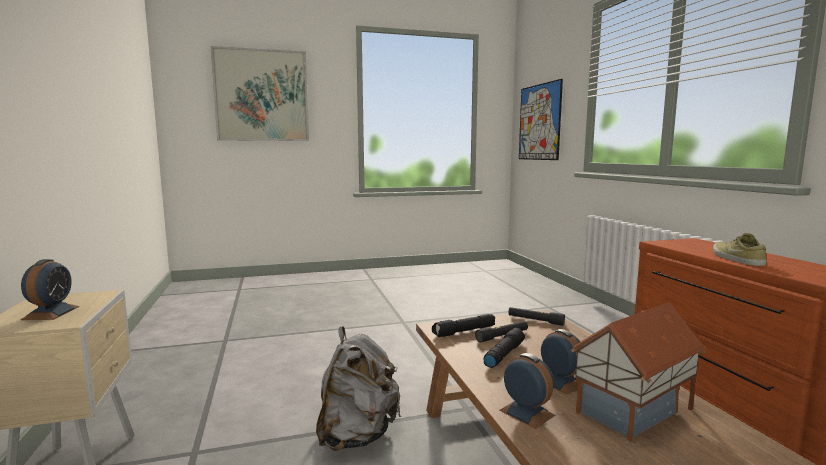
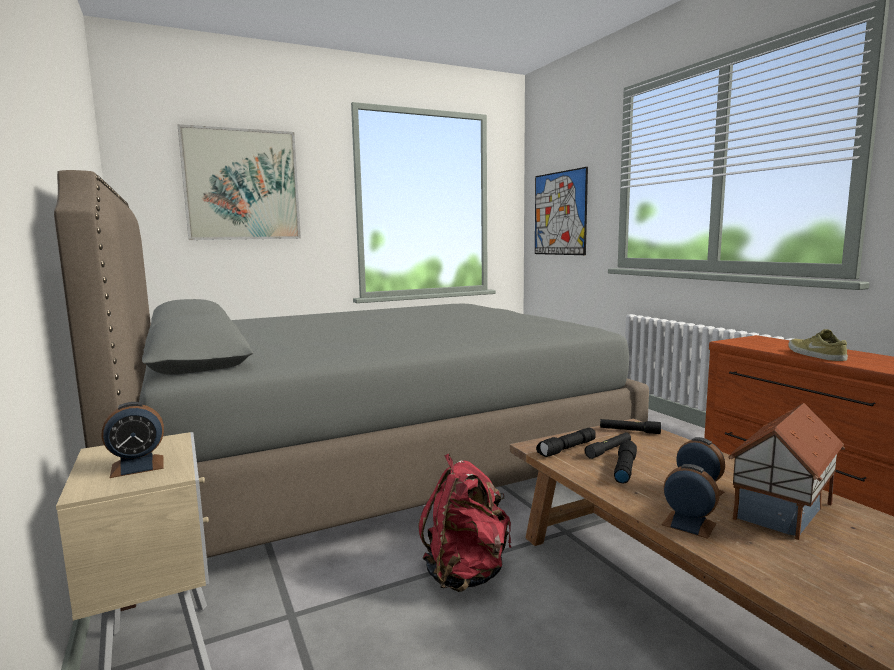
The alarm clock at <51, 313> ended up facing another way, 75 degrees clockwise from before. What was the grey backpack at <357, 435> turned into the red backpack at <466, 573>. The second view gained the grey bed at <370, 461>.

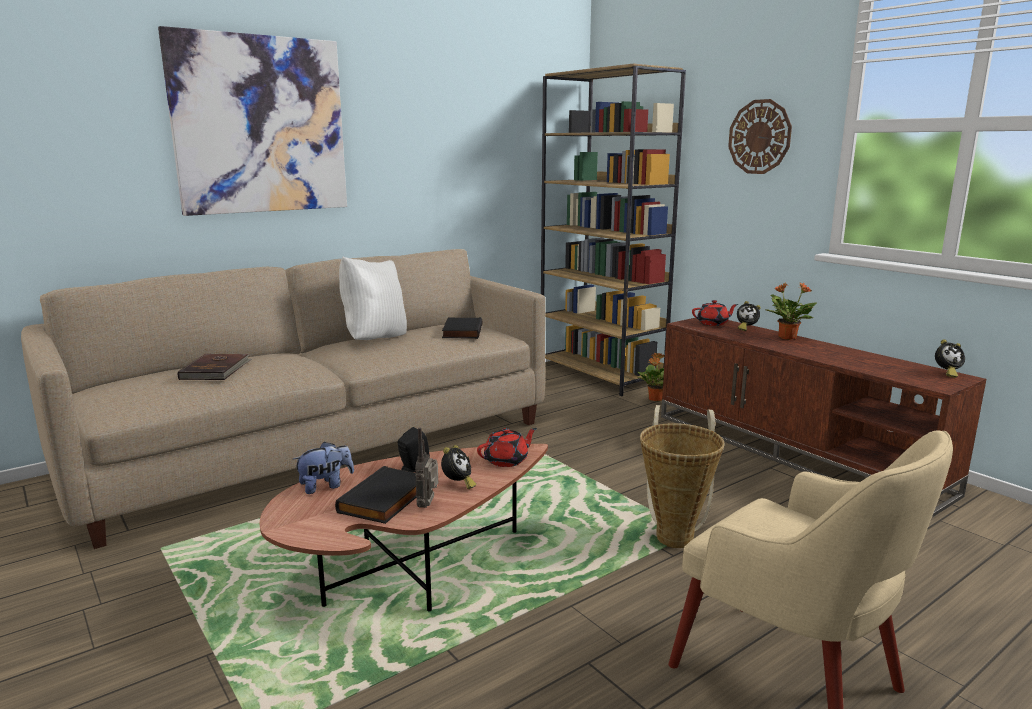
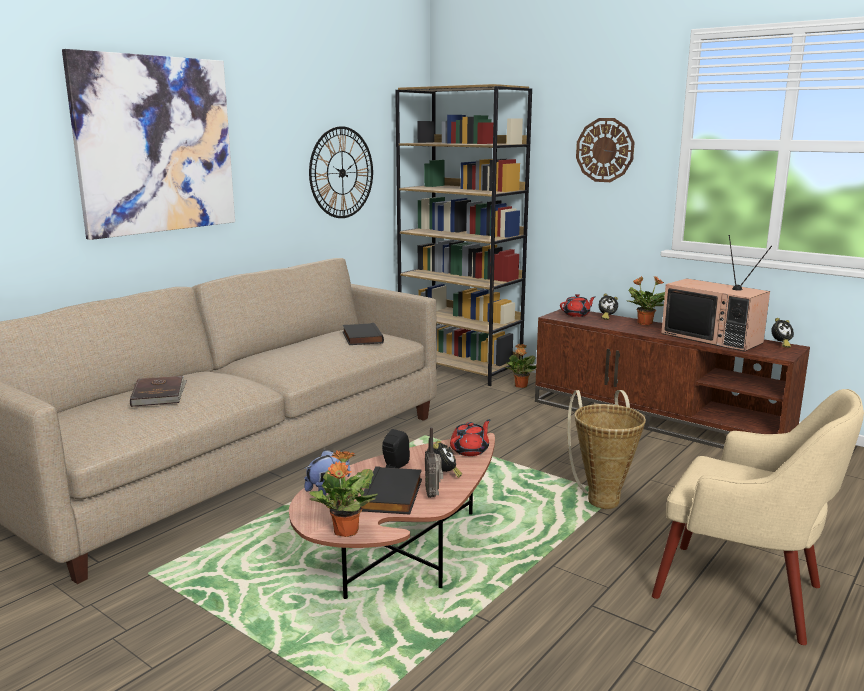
The second view lost the white pillow at <374, 339>. The second view gained the wall clock at <342, 173>. The second view gained the television at <713, 338>. The second view gained the potted plant at <345, 532>.

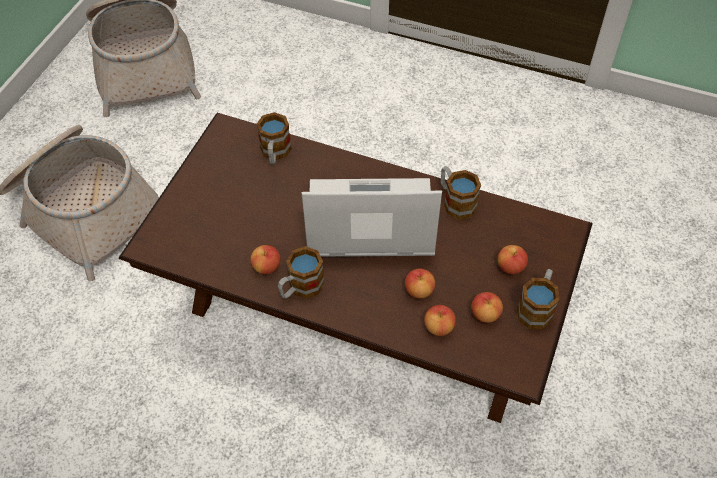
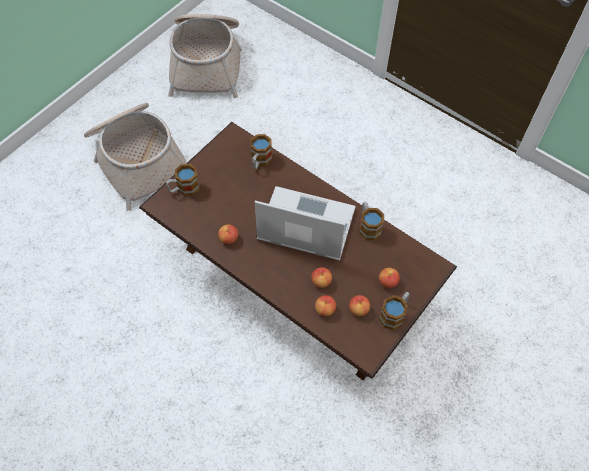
The mug ended up elsewhere, having gone from <300, 288> to <184, 189>.

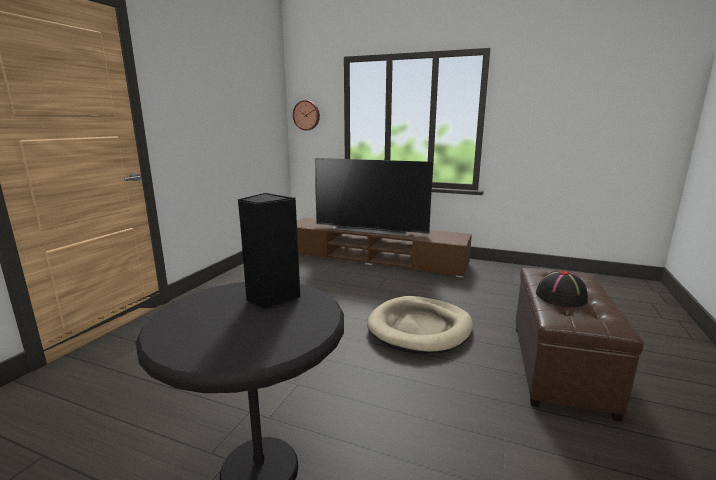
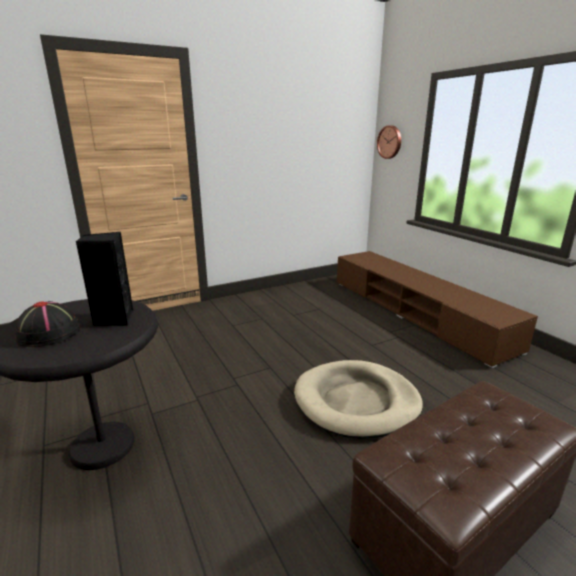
The second view lost the television at <371, 229>. The black hat ended up elsewhere, having gone from <561, 297> to <50, 333>.

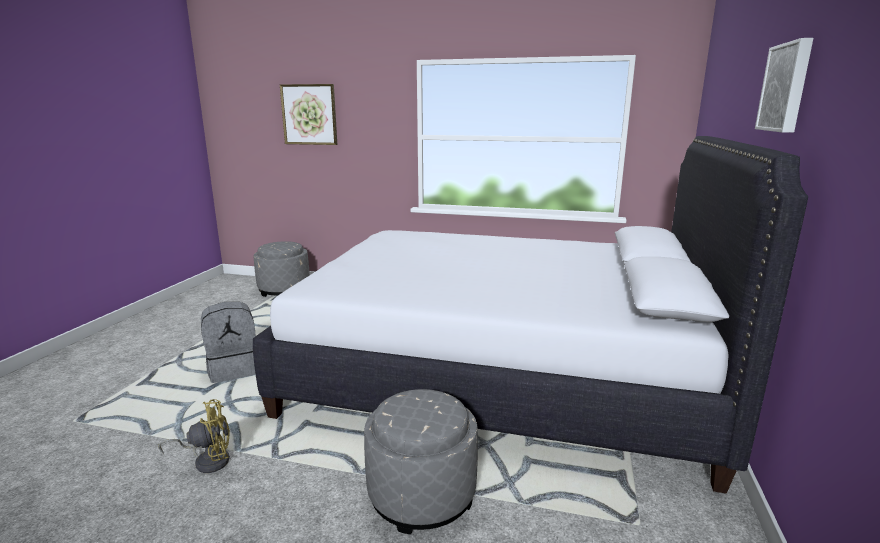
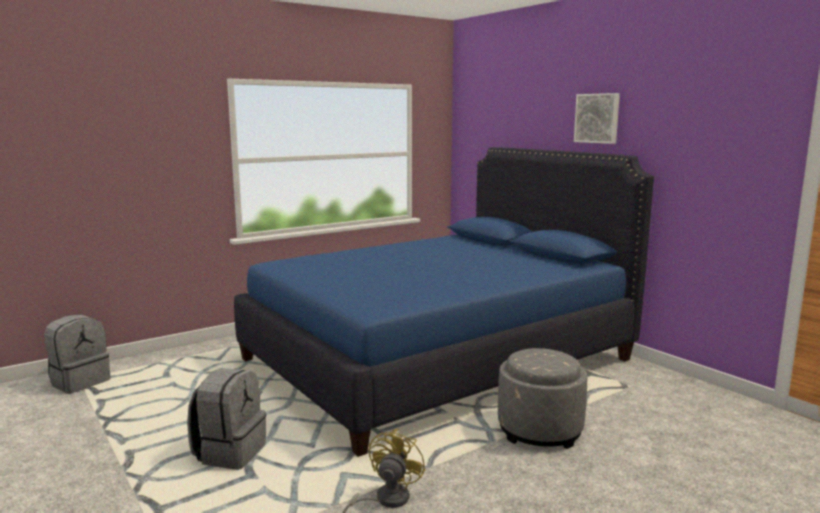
The second view lost the picture at <309, 114>. What was the white bed at <499, 373> turned into the blue bed at <437, 359>. Where the grey ottoman stood at <284, 289>, the grey backpack came to stand at <80, 382>.

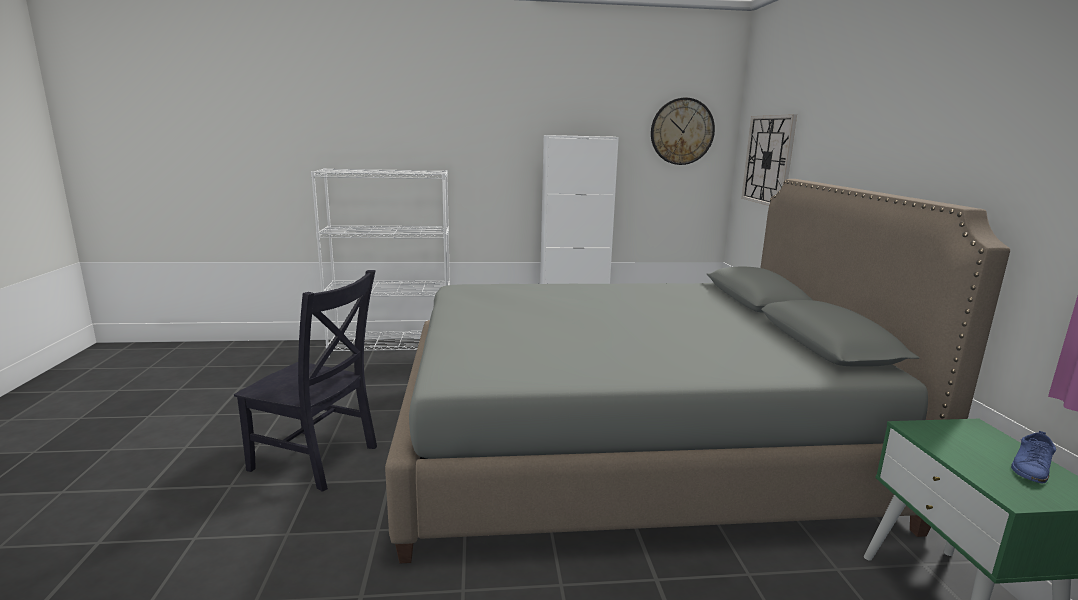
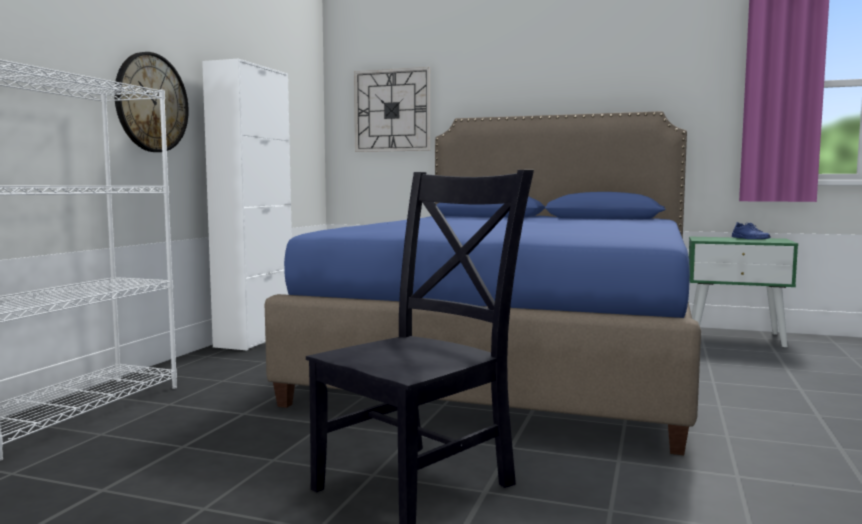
The wall clock ended up elsewhere, having gone from <682, 131> to <151, 103>. What was the grey bed at <628, 447> turned into the blue bed at <518, 358>.

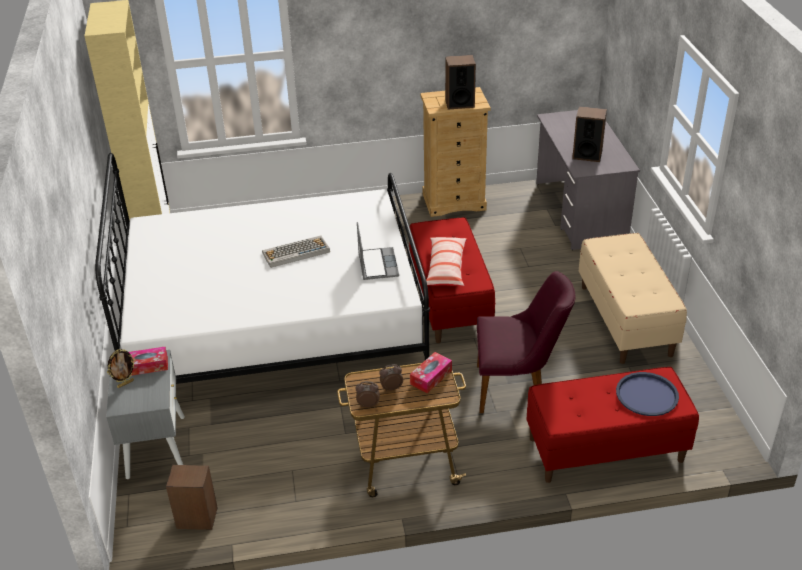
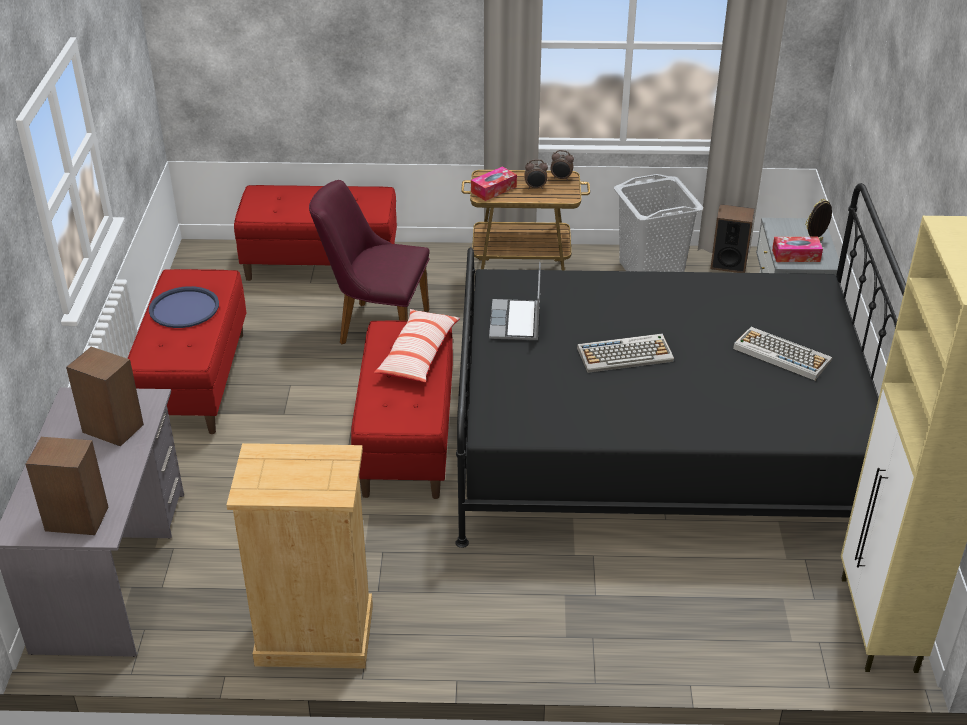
The speaker ended up elsewhere, having gone from <459, 103> to <77, 519>. What was the white bed at <275, 324> turned into the black bed at <657, 443>. What was the beige bench at <626, 320> turned into the red bench at <194, 381>. The blue tray ended up elsewhere, having gone from <646, 395> to <184, 308>. The second view gained the grey laundry basket at <651, 269>. The second view gained the keyboard at <781, 354>.

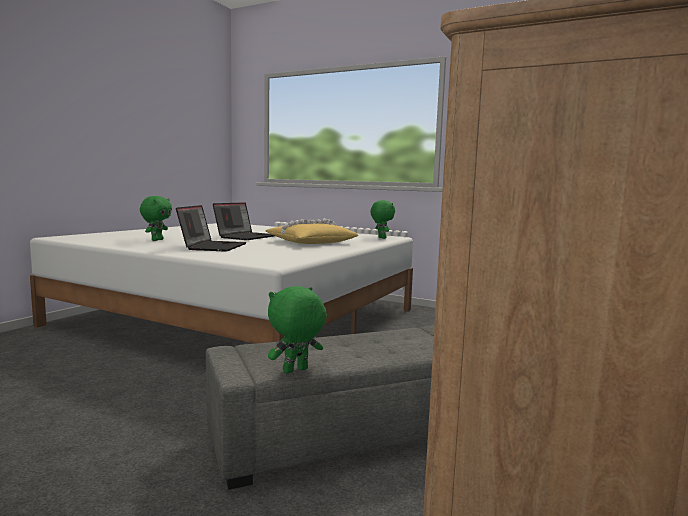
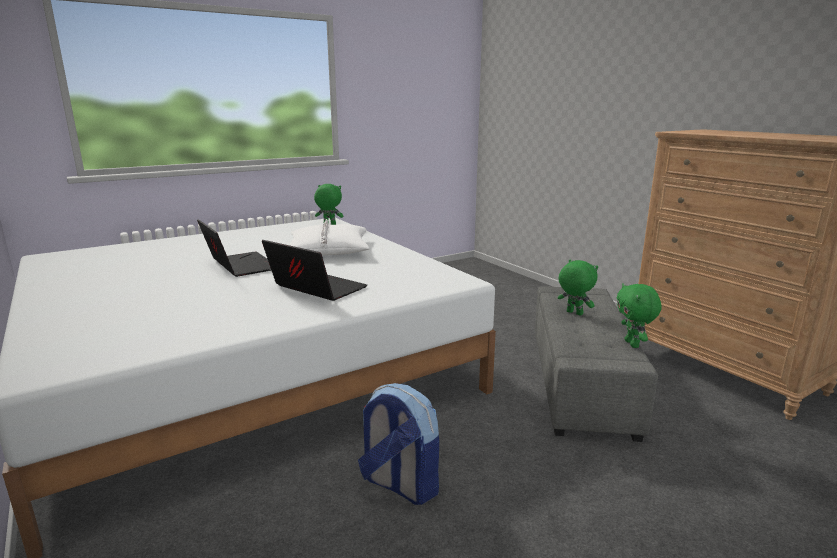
The green plush toy ended up elsewhere, having gone from <157, 240> to <573, 313>. What was the yellow pillow at <310, 242> turned into the white pillow at <328, 250>. The second view gained the backpack at <399, 485>.

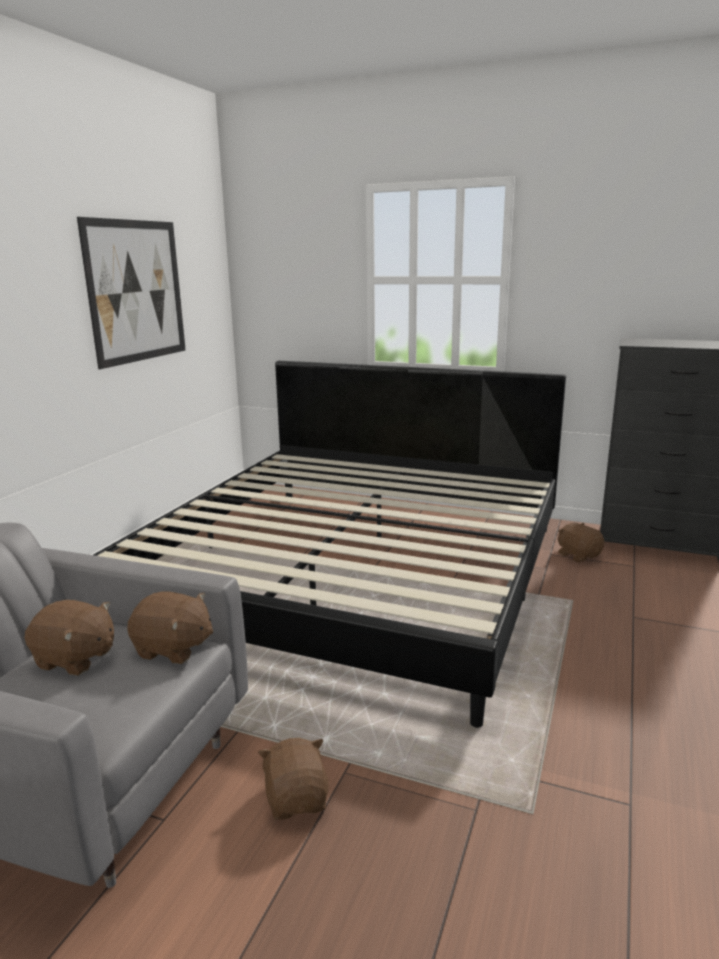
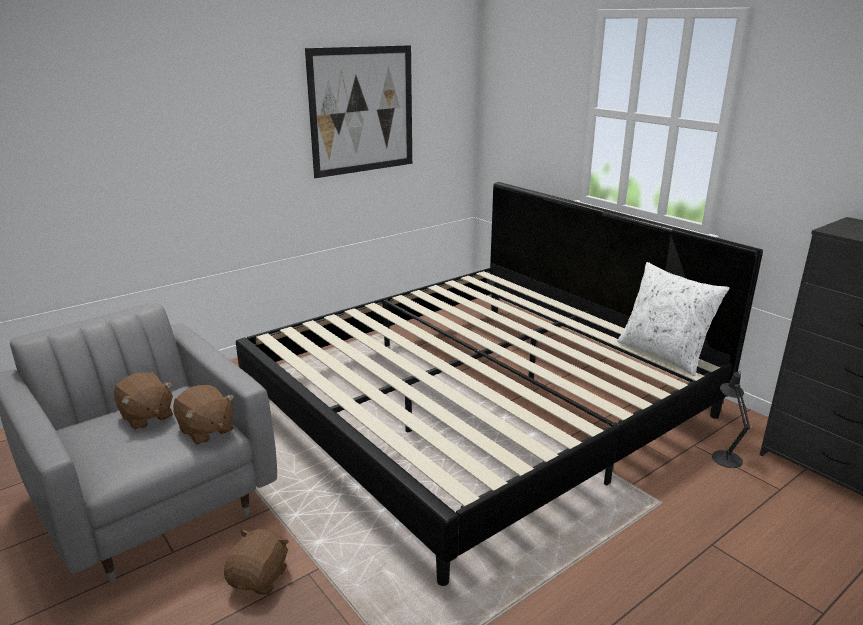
Where the brown plush toy stood at <578, 555>, the black table lamp came to stand at <725, 456>. The second view gained the white pillow at <663, 354>.

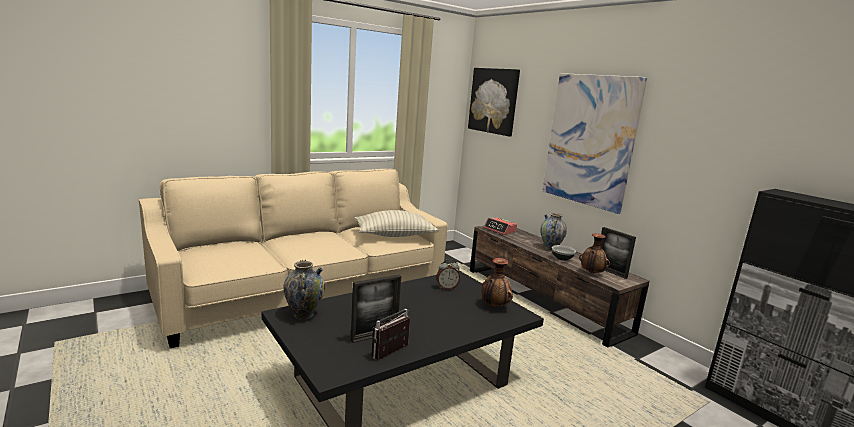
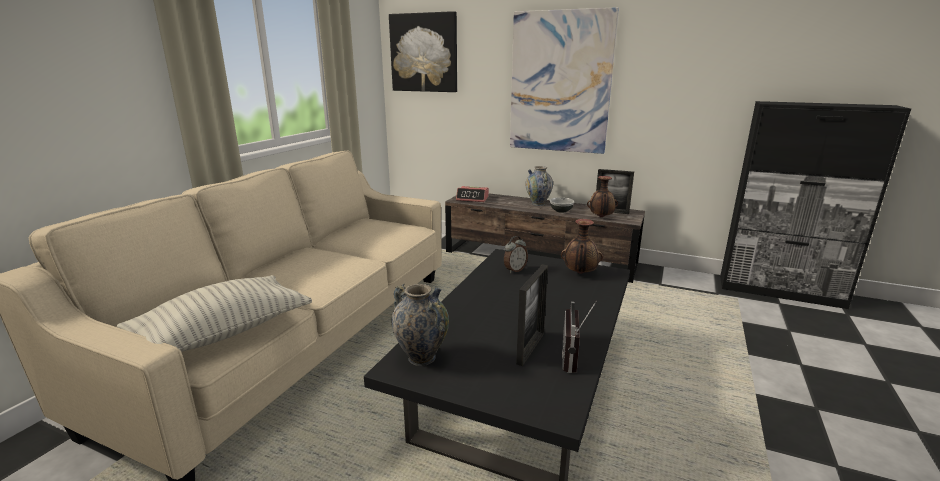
The pillow ended up elsewhere, having gone from <394, 235> to <223, 333>.

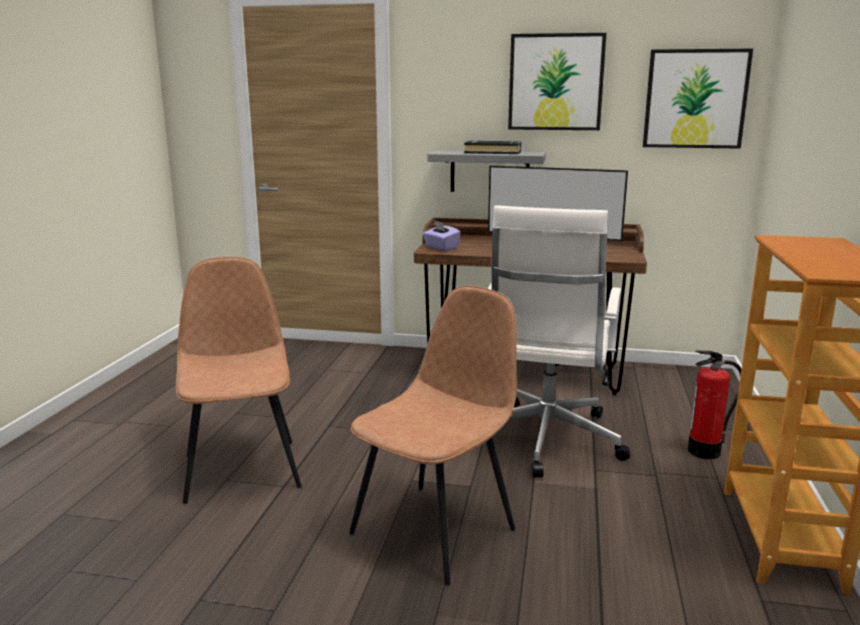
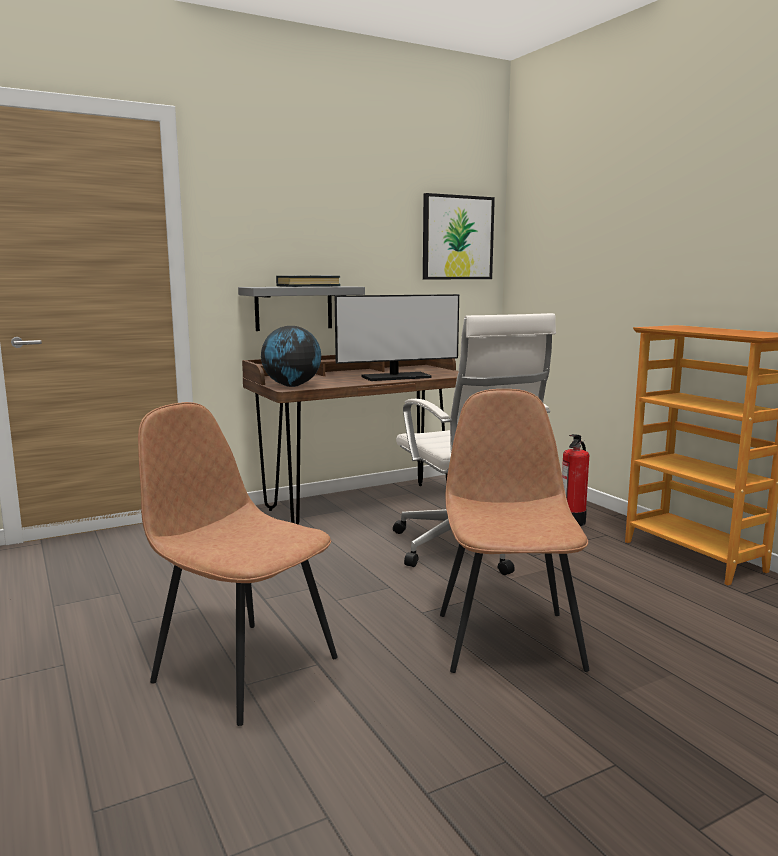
The second view lost the picture at <556, 82>. Where the purple tissue box stood at <441, 248>, the globe came to stand at <292, 385>.

